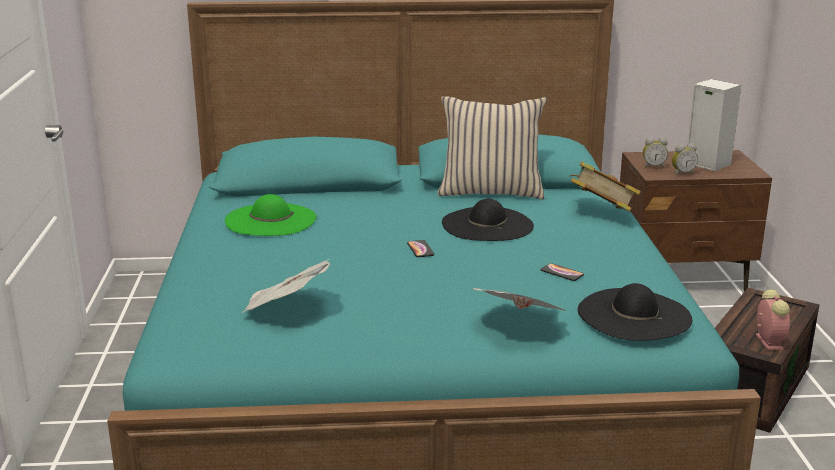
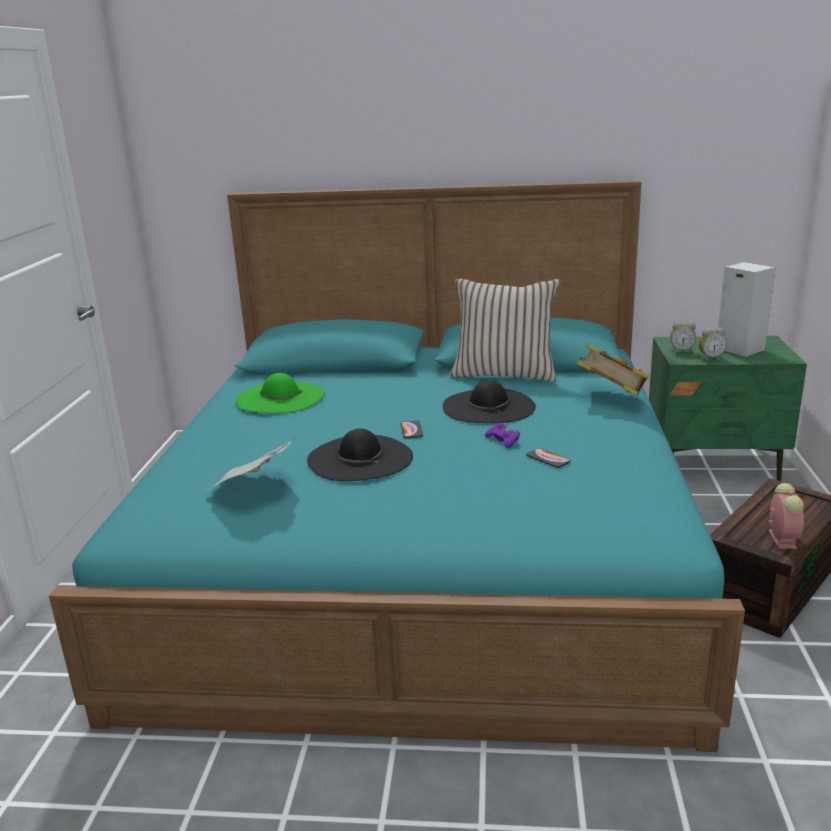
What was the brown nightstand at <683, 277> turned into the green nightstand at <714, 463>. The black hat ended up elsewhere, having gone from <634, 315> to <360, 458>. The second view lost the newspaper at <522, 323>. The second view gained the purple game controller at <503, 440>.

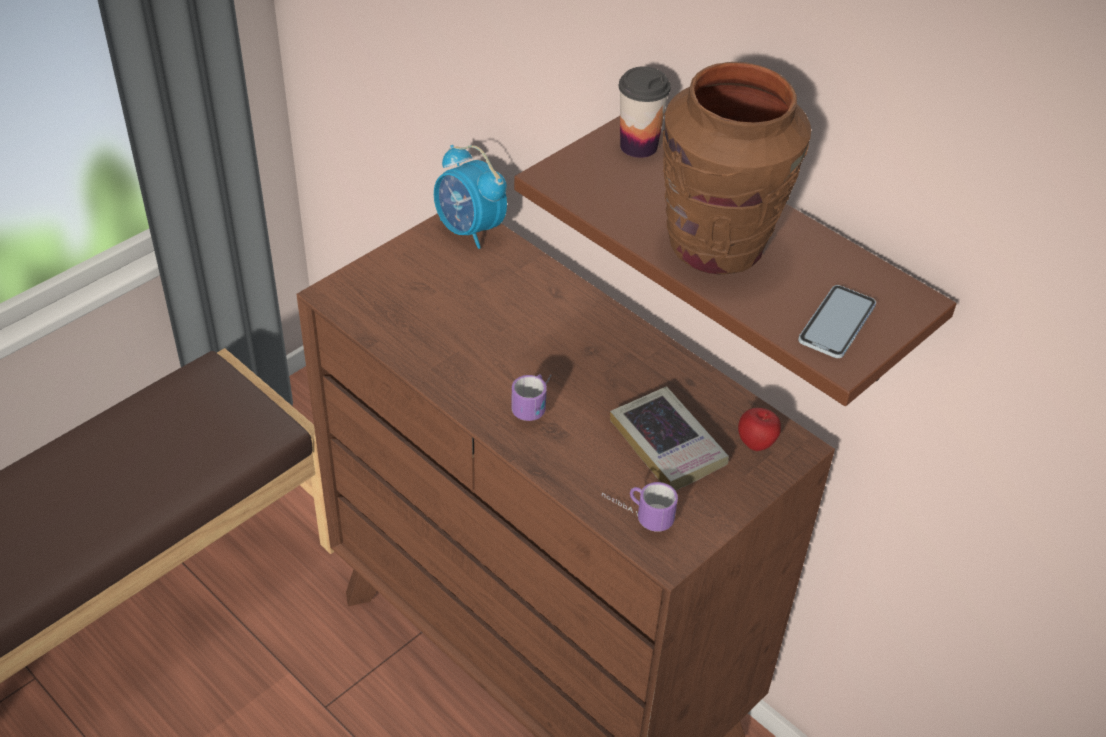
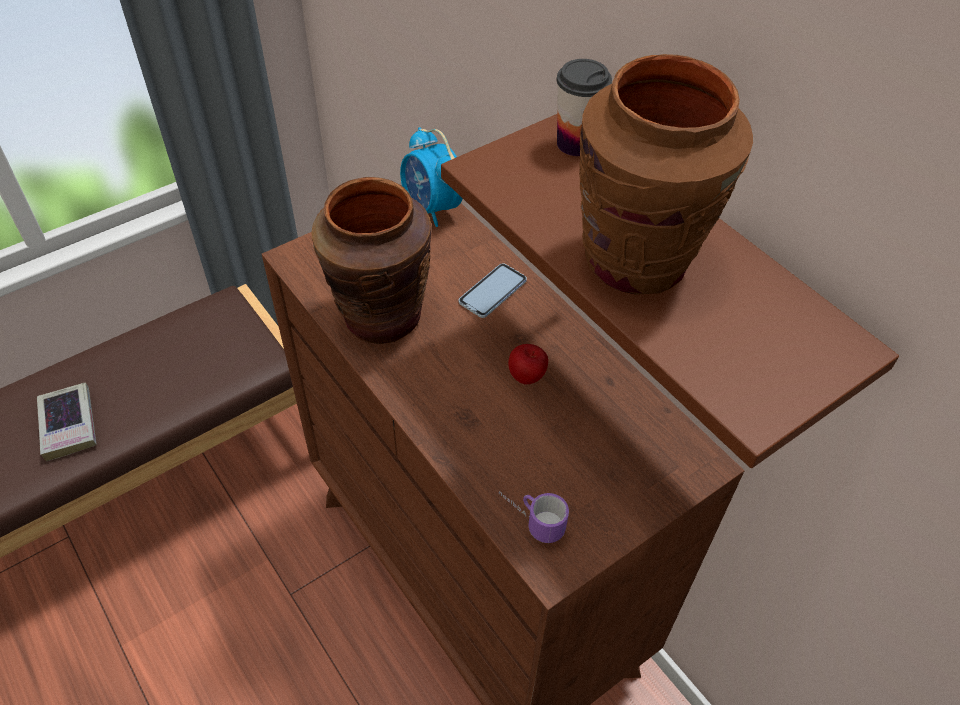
The phone ended up elsewhere, having gone from <837, 323> to <492, 292>. The second view lost the mug at <536, 402>. The book ended up elsewhere, having gone from <667, 445> to <68, 425>. The apple ended up elsewhere, having gone from <756, 444> to <527, 377>. The second view gained the brown vase at <381, 317>.

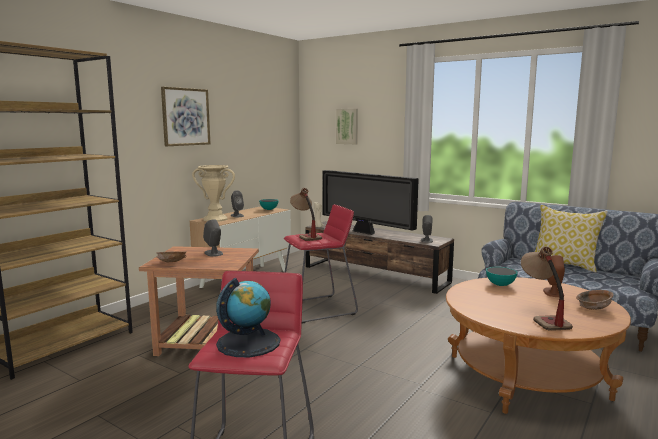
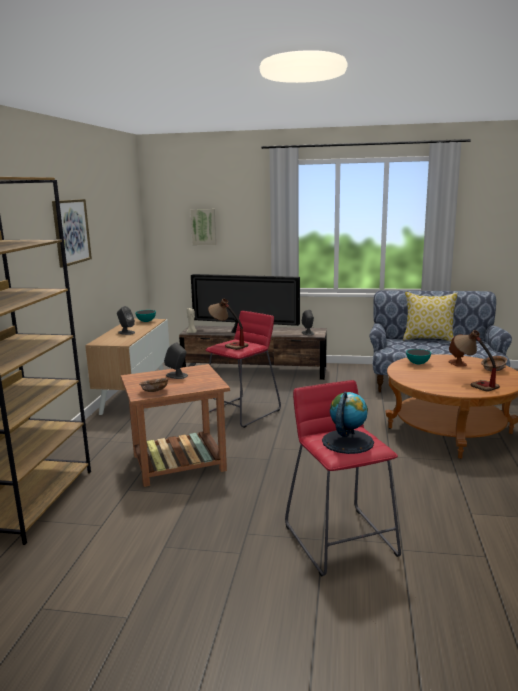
The second view lost the beige vase at <215, 219>.

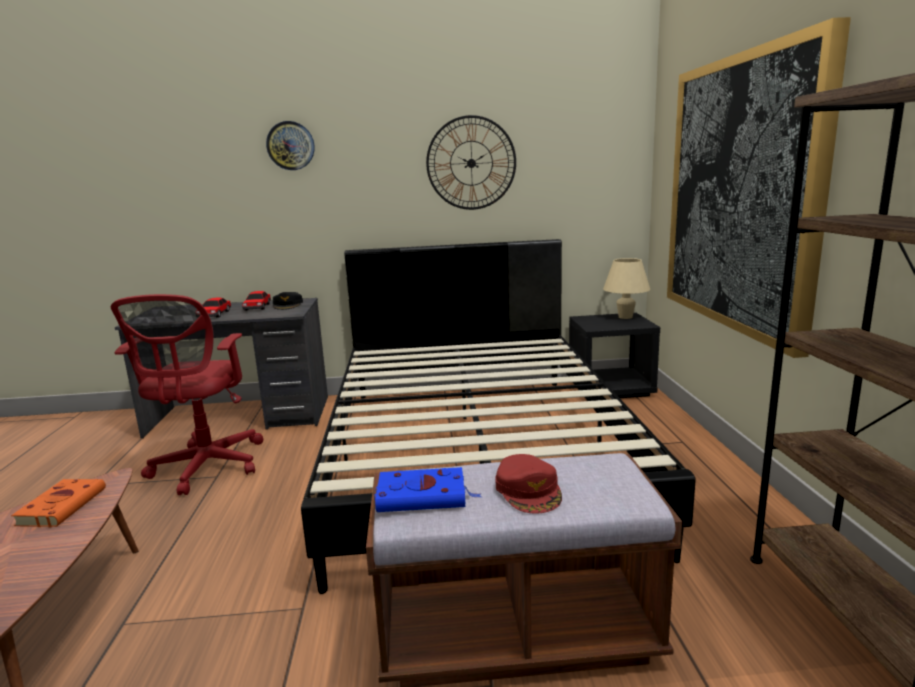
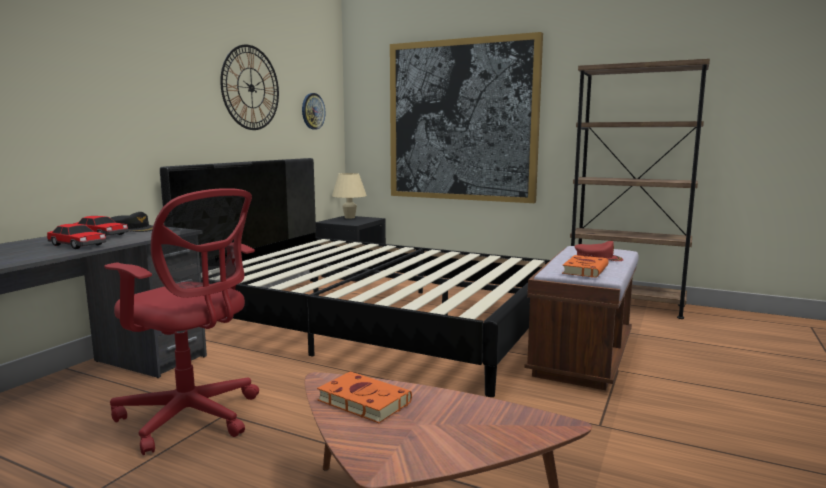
The wall clock ended up elsewhere, having gone from <290, 146> to <312, 111>. What was the blue book at <424, 496> turned into the orange book at <585, 270>.

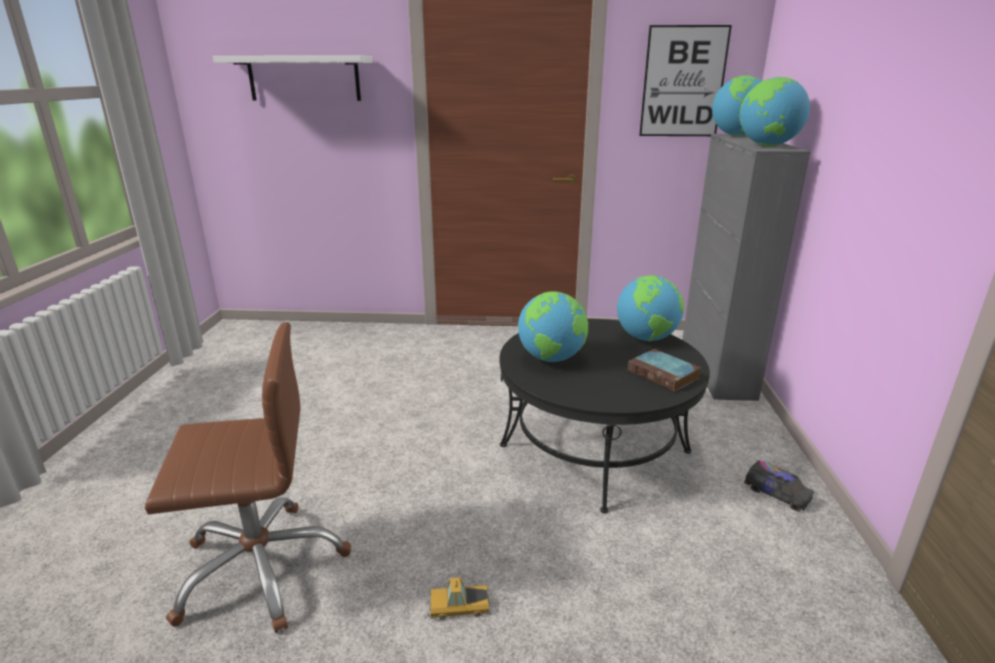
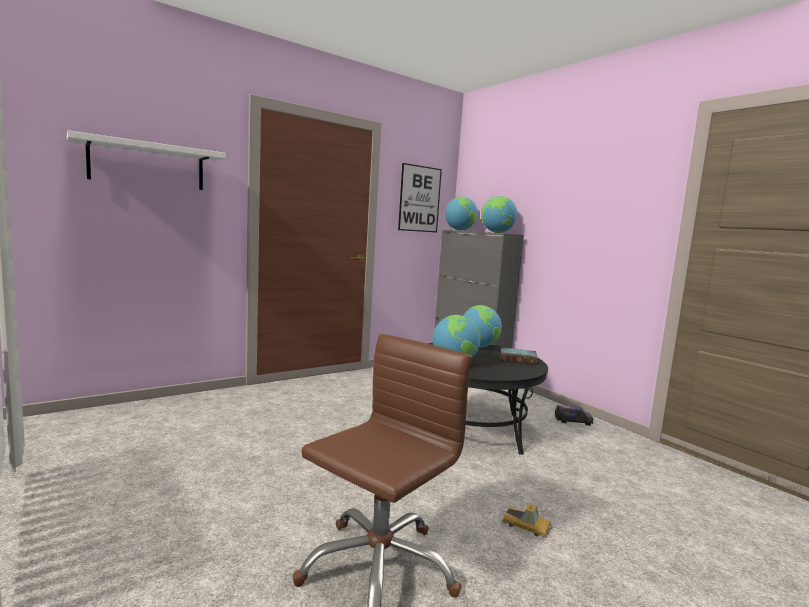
The toy car at <458, 604> ended up facing another way, 105 degrees counterclockwise from before.

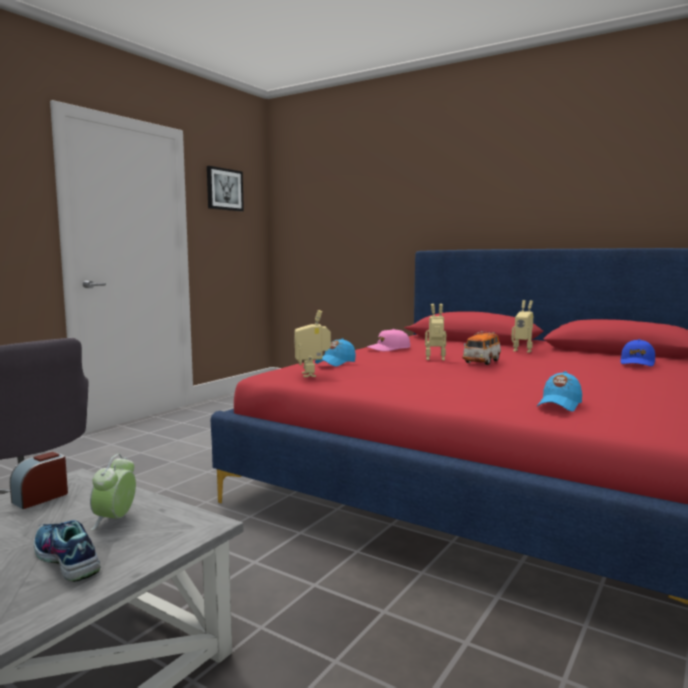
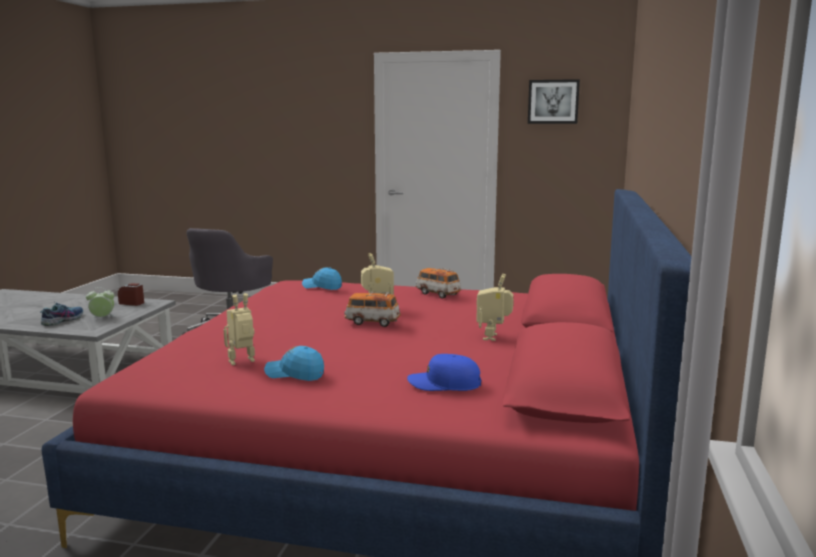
The toy robot ended up elsewhere, having gone from <312, 374> to <243, 362>. Where the pink cap stood at <389, 348>, the toy car came to stand at <438, 294>. The blue cap ended up elsewhere, having gone from <559, 405> to <295, 374>.

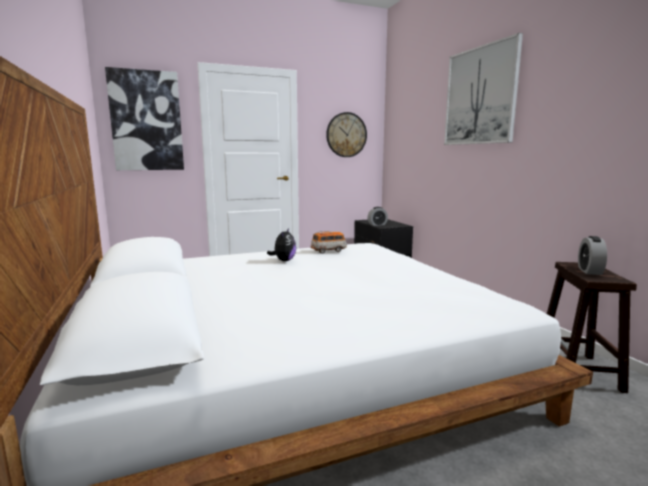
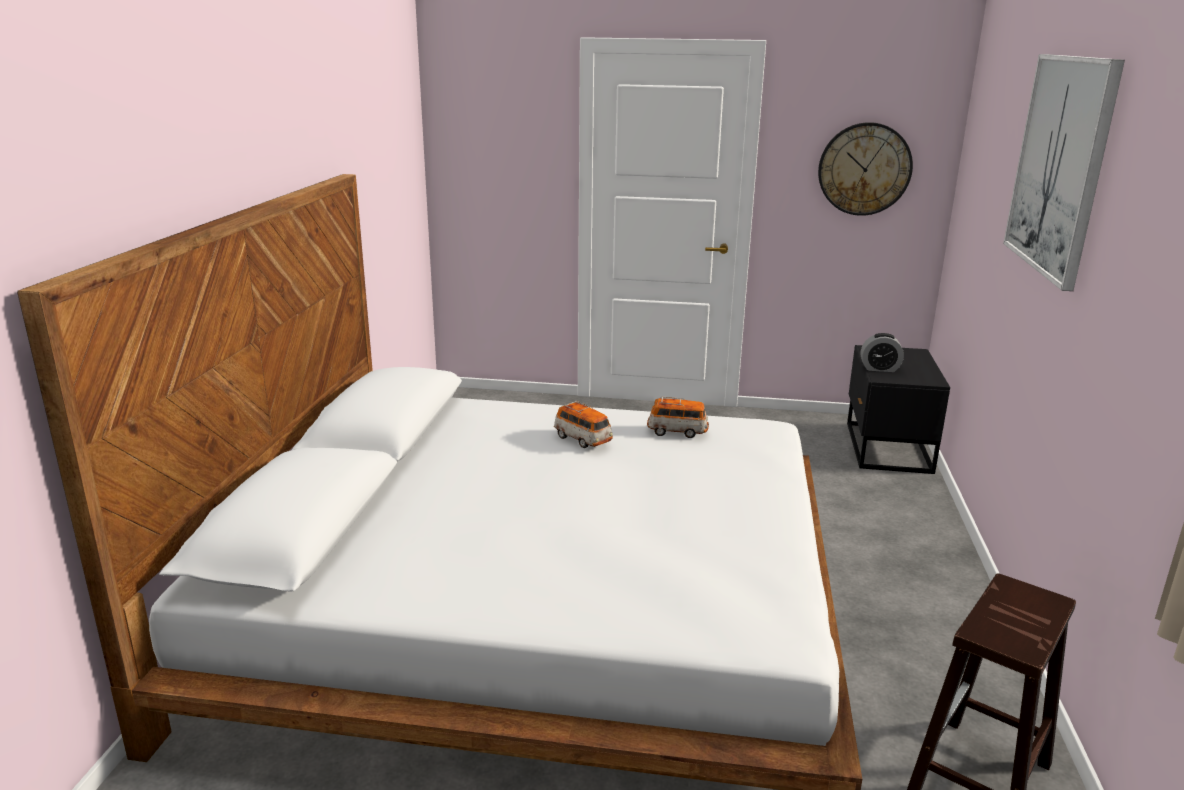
The second view lost the picture at <146, 121>. Where the plush toy stood at <284, 260>, the toy car came to stand at <583, 439>. The second view lost the alarm clock at <589, 271>.

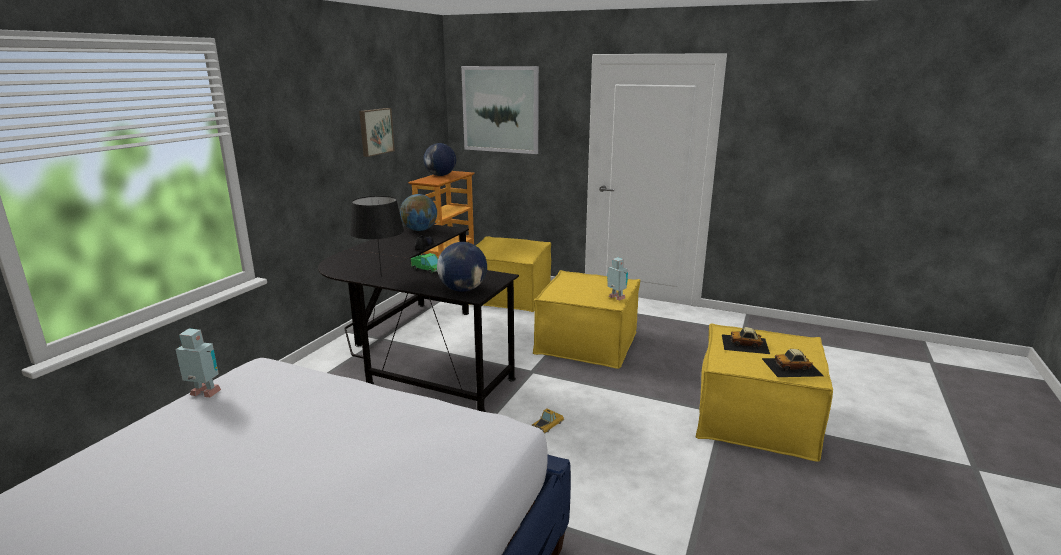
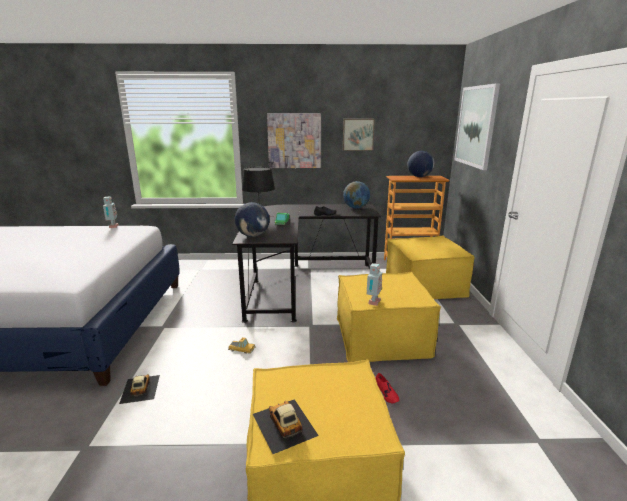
The toy car ended up elsewhere, having gone from <745, 344> to <140, 389>. The second view gained the picture at <294, 141>. The second view gained the red shoe at <386, 393>.

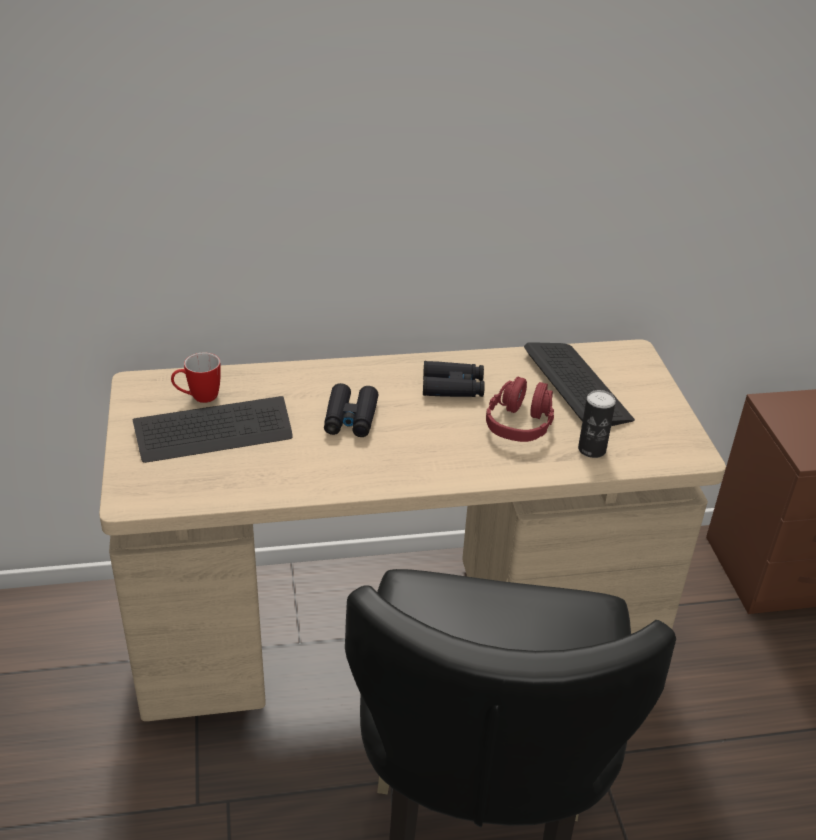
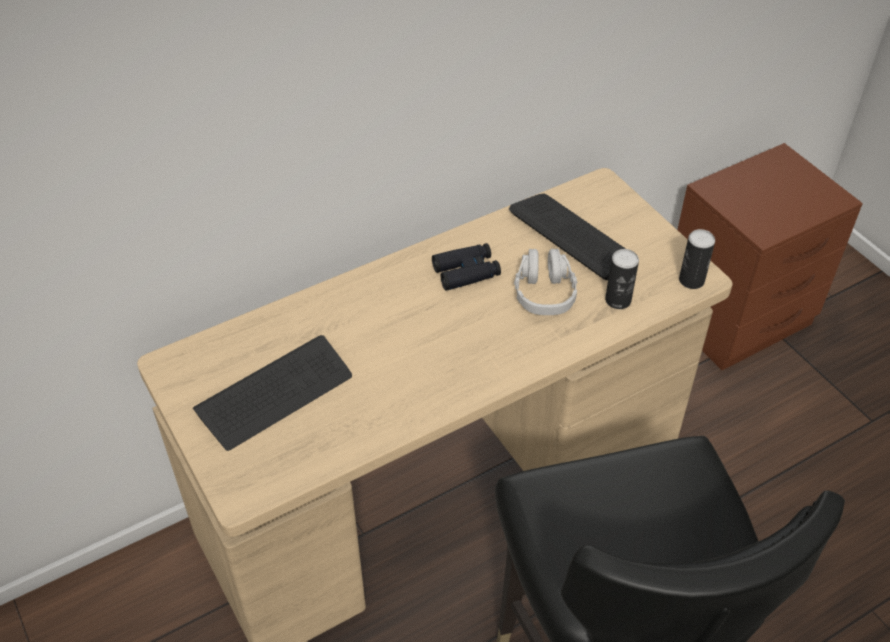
The second view lost the mug at <198, 398>. What was the red headphones at <519, 423> turned into the grey headphones at <544, 292>. The second view lost the black binoculars at <350, 418>. The second view gained the can at <691, 280>.

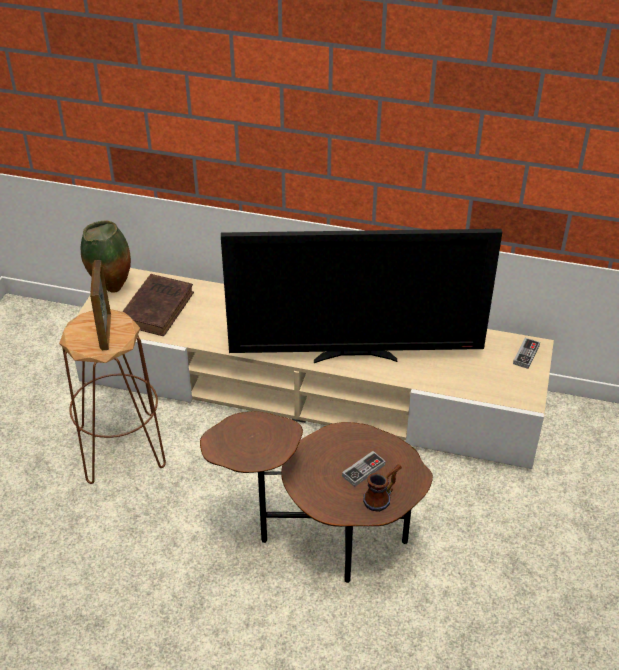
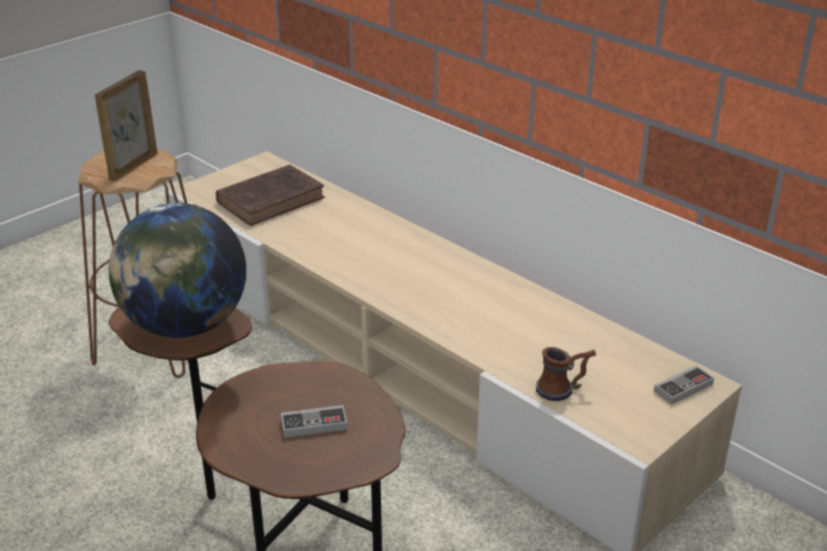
The second view lost the vase at <111, 289>. The second view lost the television at <355, 355>. The mug ended up elsewhere, having gone from <382, 497> to <563, 389>. The second view gained the globe at <185, 326>.

